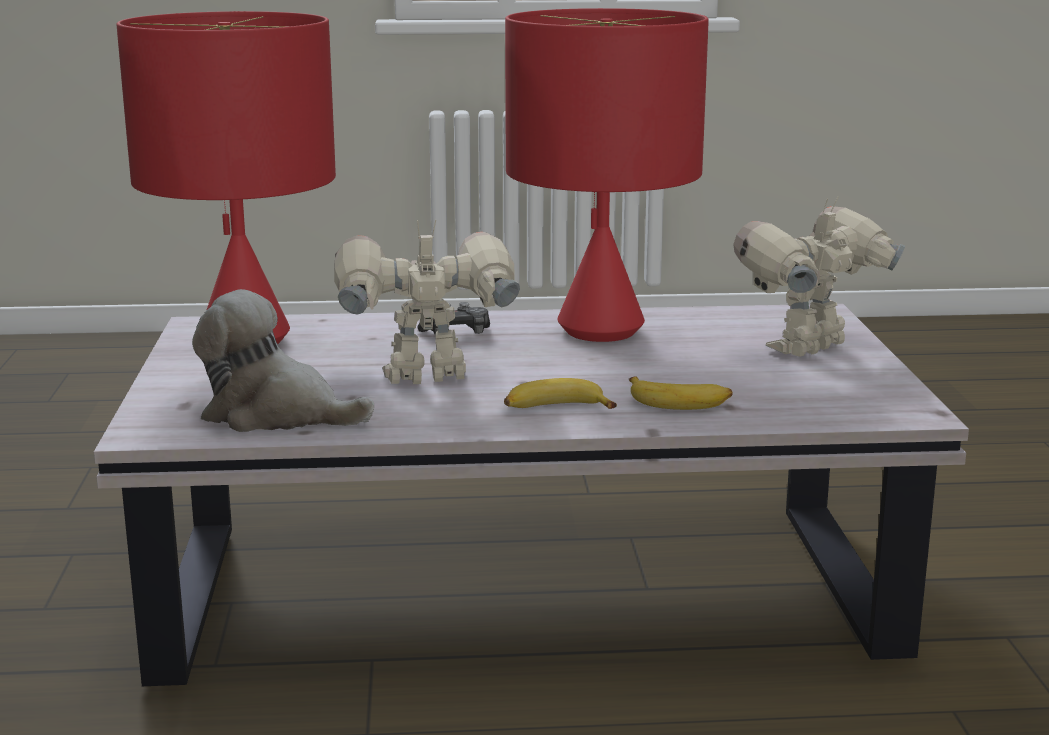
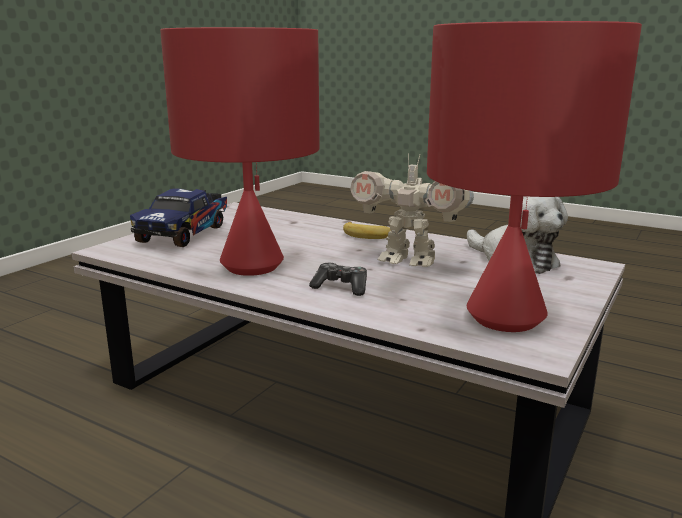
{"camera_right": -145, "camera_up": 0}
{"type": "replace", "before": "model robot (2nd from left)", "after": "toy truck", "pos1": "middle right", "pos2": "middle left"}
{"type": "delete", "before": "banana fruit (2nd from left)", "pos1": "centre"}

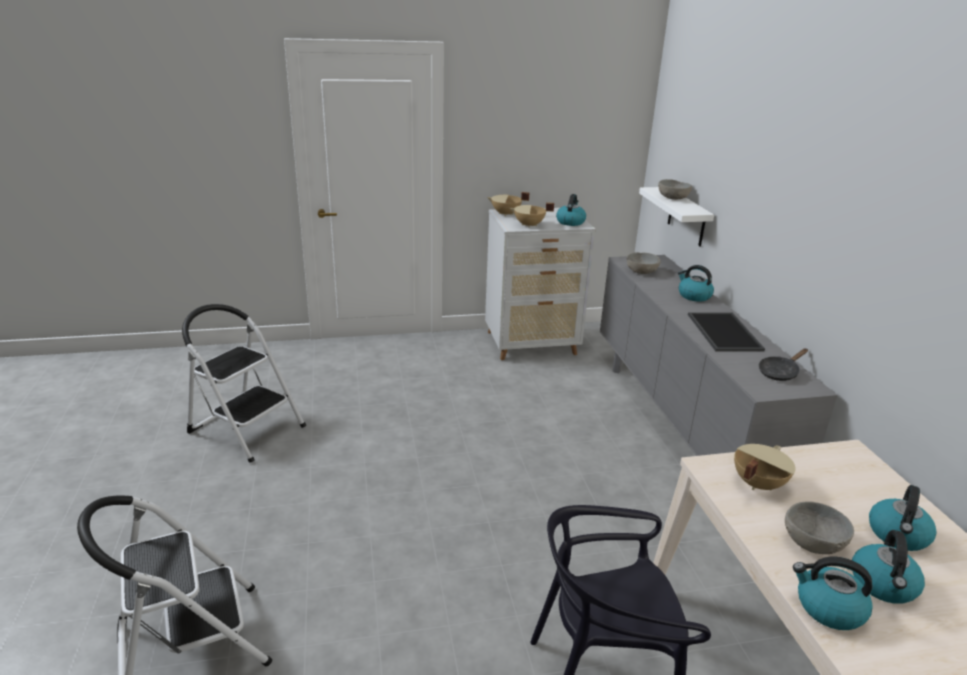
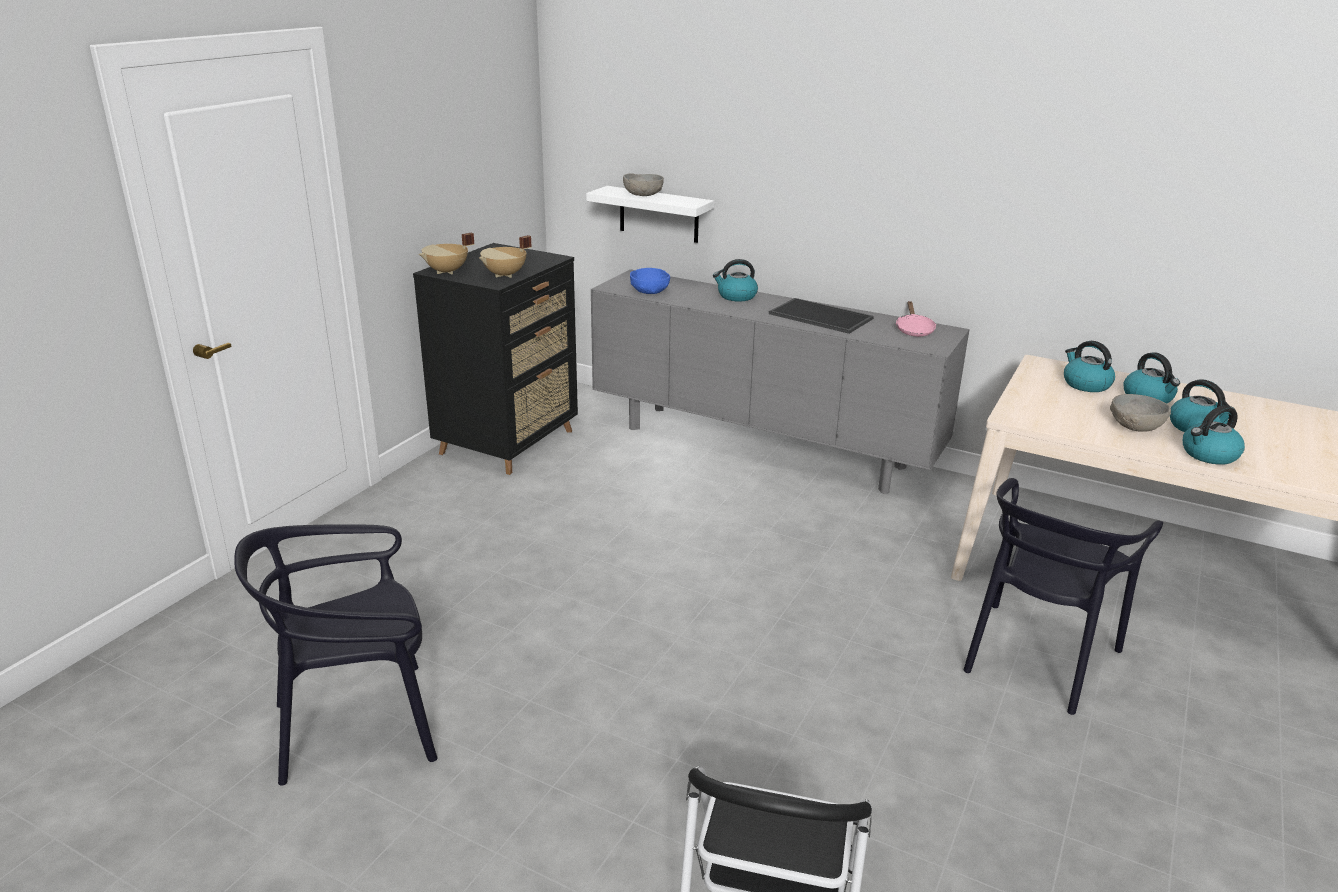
{"camera_right": -50, "camera_up": 0}
{"type": "move", "before": "kettle (1st from left in the first image)", "after": "kettle (2nd from left)", "pos1": "top centre", "pos2": "middle right"}
{"type": "recolor", "before": "drawer chest in white-coloured", "after": "drawer chest in black-coloured", "pos1": "centre", "pos2": "centre"}
{"type": "recolor", "before": "deep dish in gray (1st from left)", "after": "deep dish in bluish", "pos1": "centre", "pos2": "top centre"}
{"type": "replace", "before": "step stool (2nd from left)", "after": "upright chair in black-coloured (1st from left)", "pos1": "middle left", "pos2": "bottom left"}
{"type": "recolor", "before": "frying pan in black-coloured", "after": "frying pan in pink-coloured", "pos1": "middle right", "pos2": "middle right"}
{"type": "delete", "before": "saucepot in sand-coloured (3rd from left)", "pos1": "bottom right"}

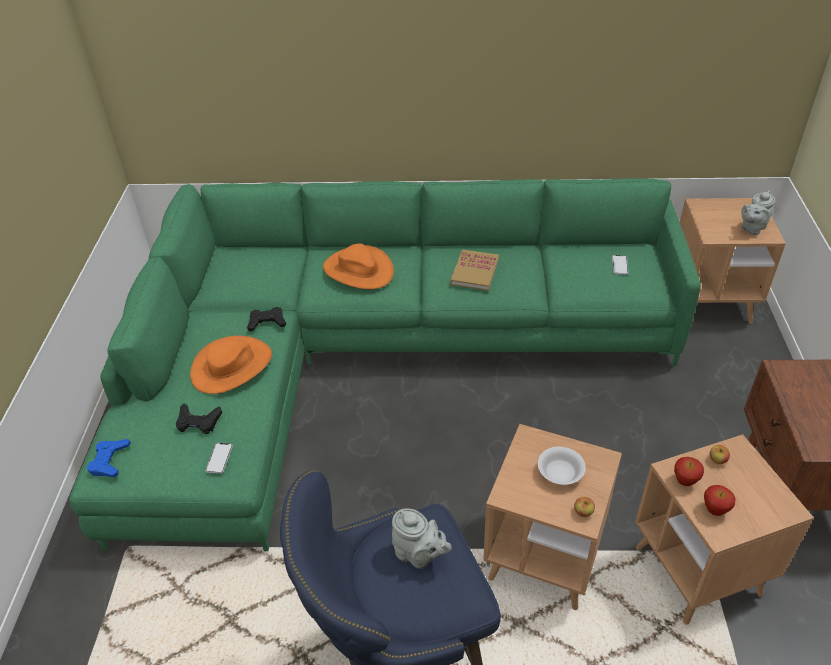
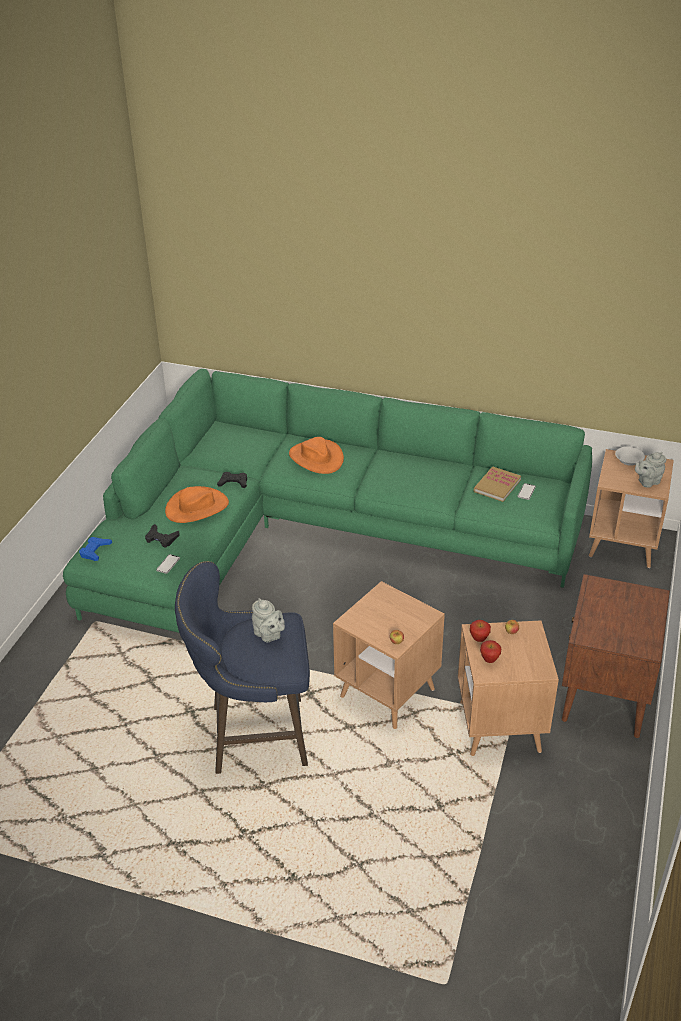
{"camera_right": 15, "camera_up": -5}
{"type": "move", "before": "bound book", "pos1": "centre", "pos2": "middle right"}
{"type": "move", "before": "deep dish in white-coloured", "pos1": "bottom right", "pos2": "middle right"}

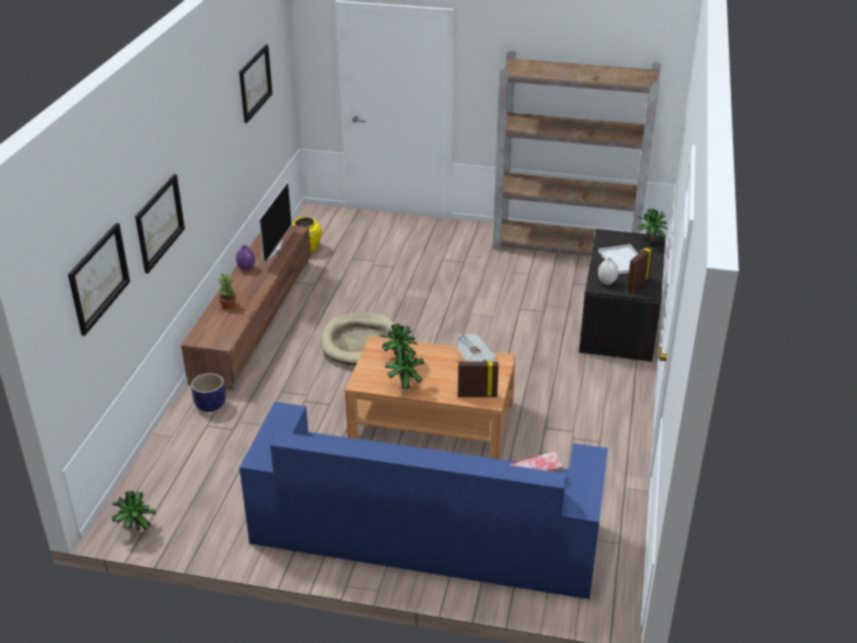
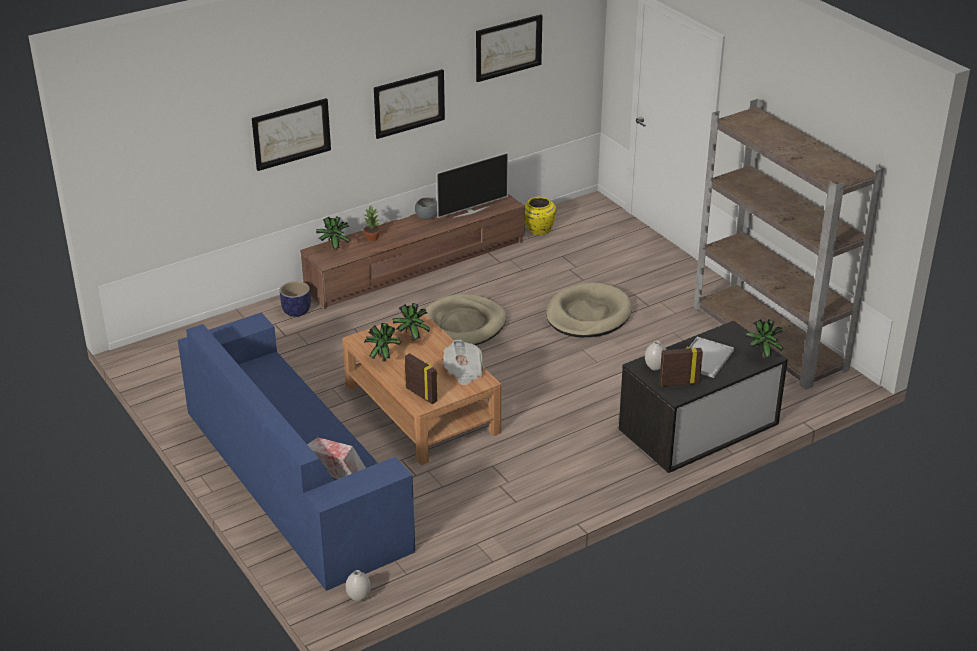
{"camera_right": 45, "camera_up": 0}
{"type": "move", "before": "wall art (1st from left in the first image)", "after": "wall art (2nd from left)", "pos1": "middle left", "pos2": "top centre"}
{"type": "replace", "before": "flower vase in purplish", "after": "deep dish in gray", "pos1": "middle left", "pos2": "top centre"}
{"type": "move", "before": "plant in a pot (1st from left)", "pos1": "bottom left", "pos2": "centre"}
{"type": "insert", "after": "dog cushion in sand-coloured (2nd from left)", "pos2": "centre"}
{"type": "insert", "after": "flower vase in white-coloured (1st from left)", "pos2": "bottom centre"}

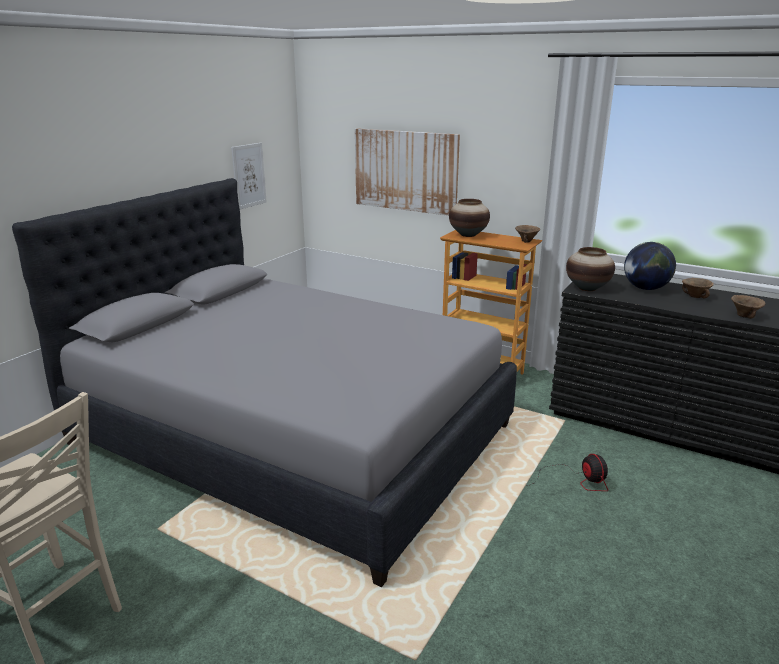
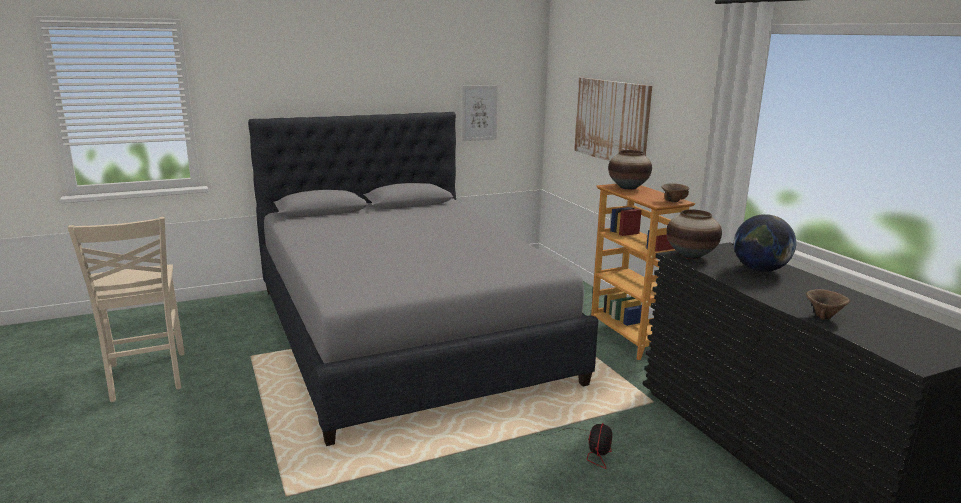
{"camera_right": 35, "camera_up": -5}
{"type": "delete", "before": "deep dish in brown (2nd from left)", "pos1": "middle right"}

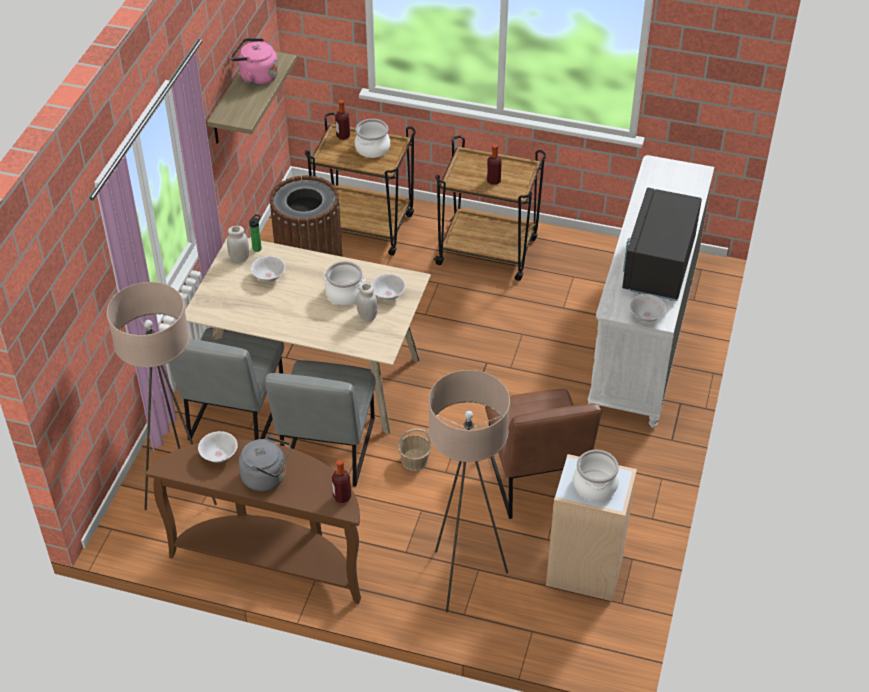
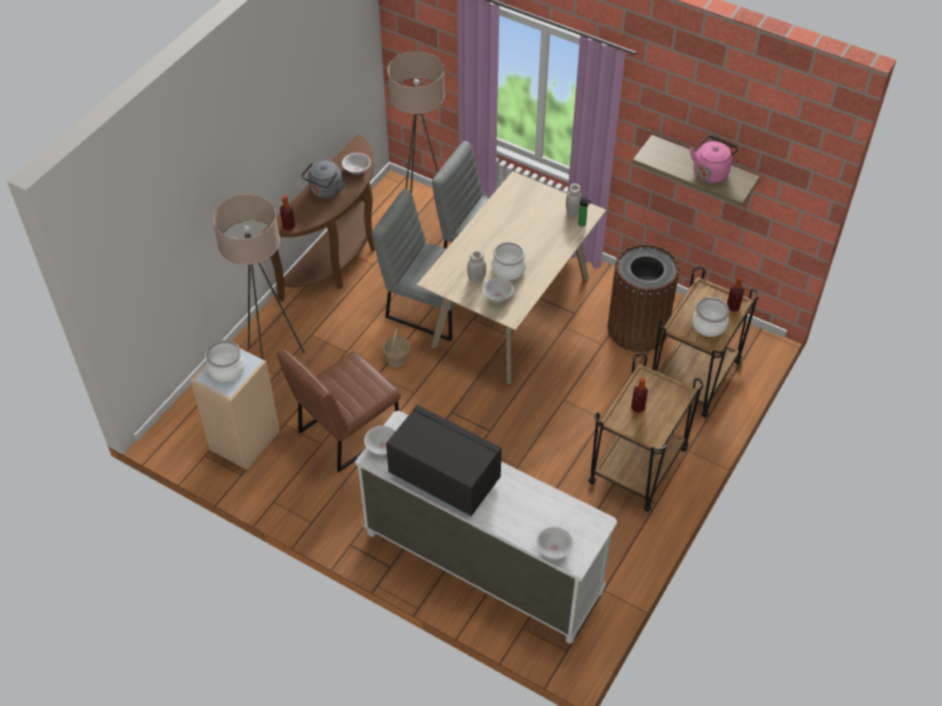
{"camera_right": 105, "camera_up": 5}
{"type": "move", "before": "deep dish in white-coloured (2nd from left in the first image)", "after": "deep dish in white-coloured (4th from left)", "pos1": "middle left", "pos2": "bottom centre"}
{"type": "rotate", "before": "upright chair in brown", "pos1": "centre", "pos2": "centre", "turn": -45}

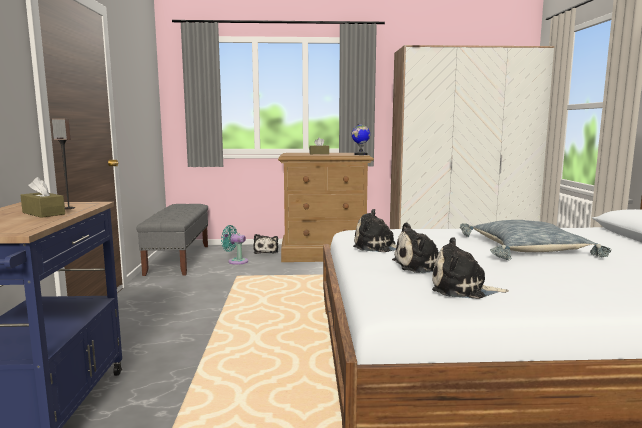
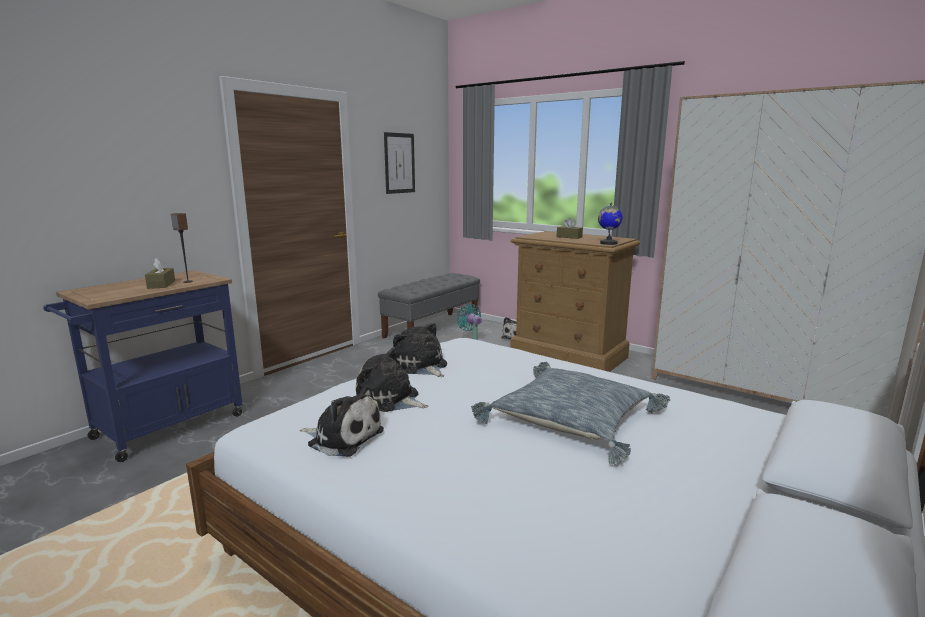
{"camera_right": 40, "camera_up": 5}
{"type": "rotate", "before": "soft toy (4th from left in the first image)", "pos1": "middle right", "pos2": "bottom centre", "turn": 150}
{"type": "insert", "after": "wall art", "pos2": "top centre"}

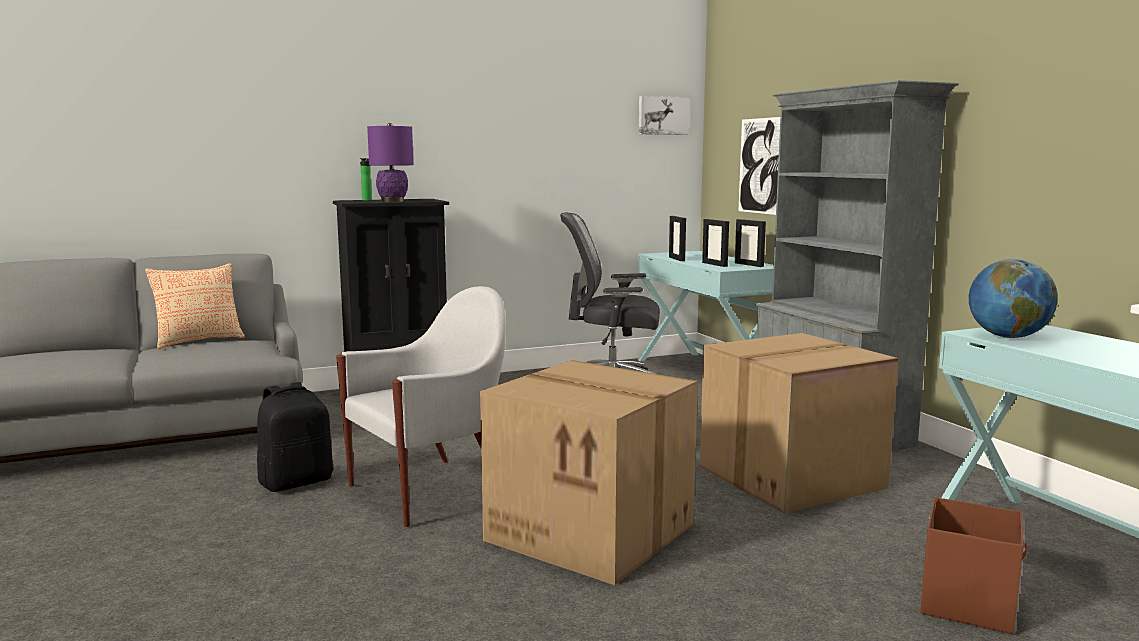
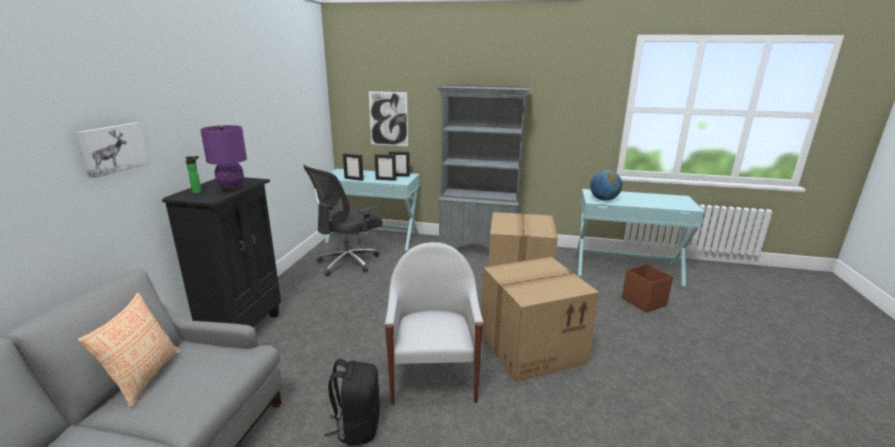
{"camera_right": -55, "camera_up": 10}
{"type": "move", "before": "wall art (1st from left)", "pos1": "top centre", "pos2": "middle left"}

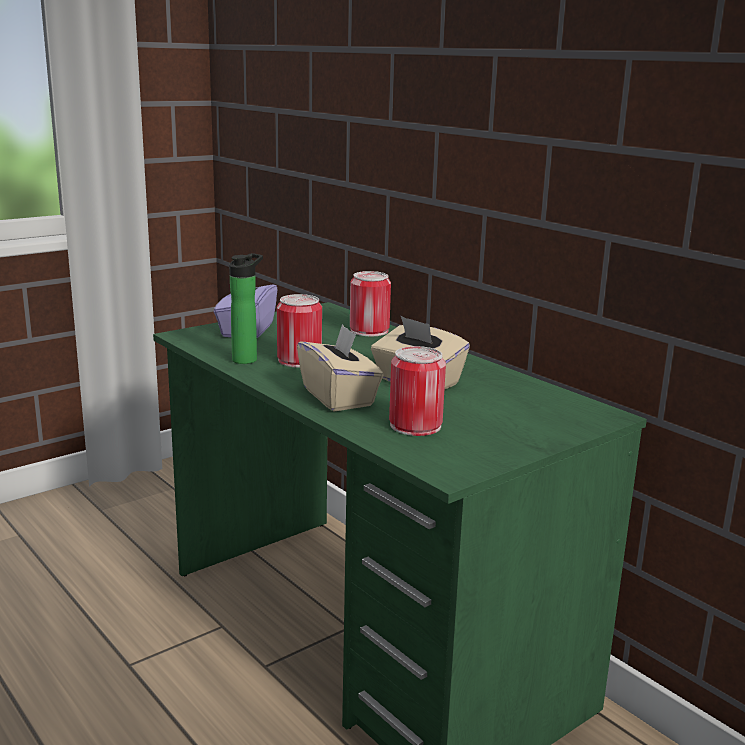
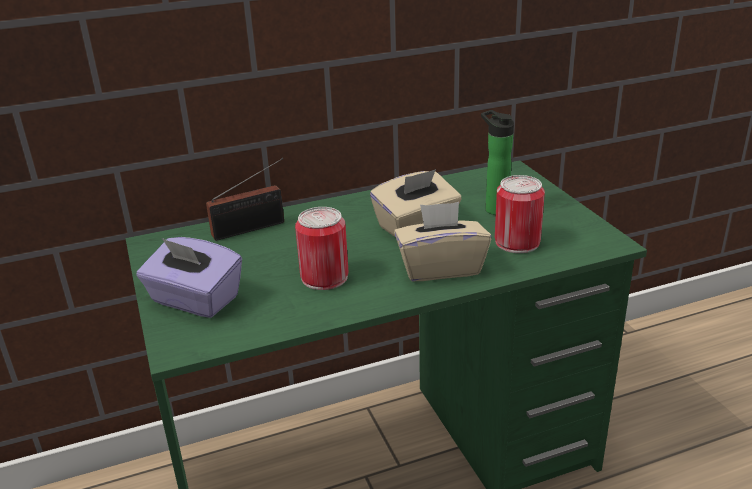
{"camera_right": -70, "camera_up": 10}
{"type": "move", "before": "drink bottle", "pos1": "middle left", "pos2": "top centre"}
{"type": "replace", "before": "metal can (2nd from left)", "after": "radio", "pos1": "centre", "pos2": "middle left"}

